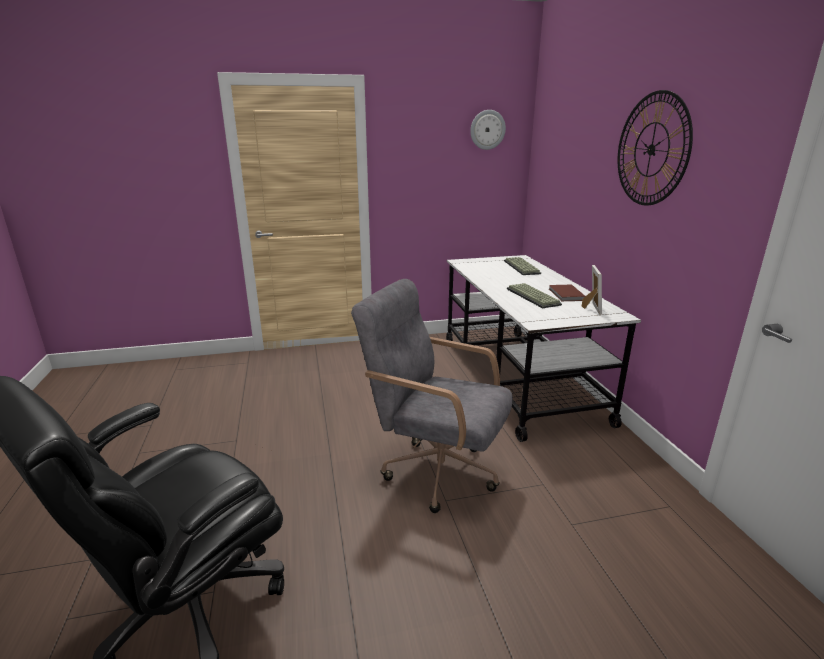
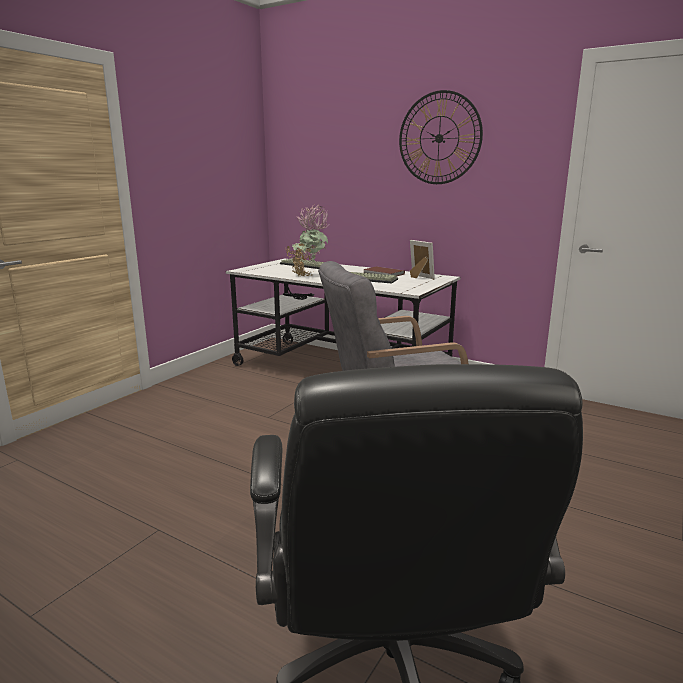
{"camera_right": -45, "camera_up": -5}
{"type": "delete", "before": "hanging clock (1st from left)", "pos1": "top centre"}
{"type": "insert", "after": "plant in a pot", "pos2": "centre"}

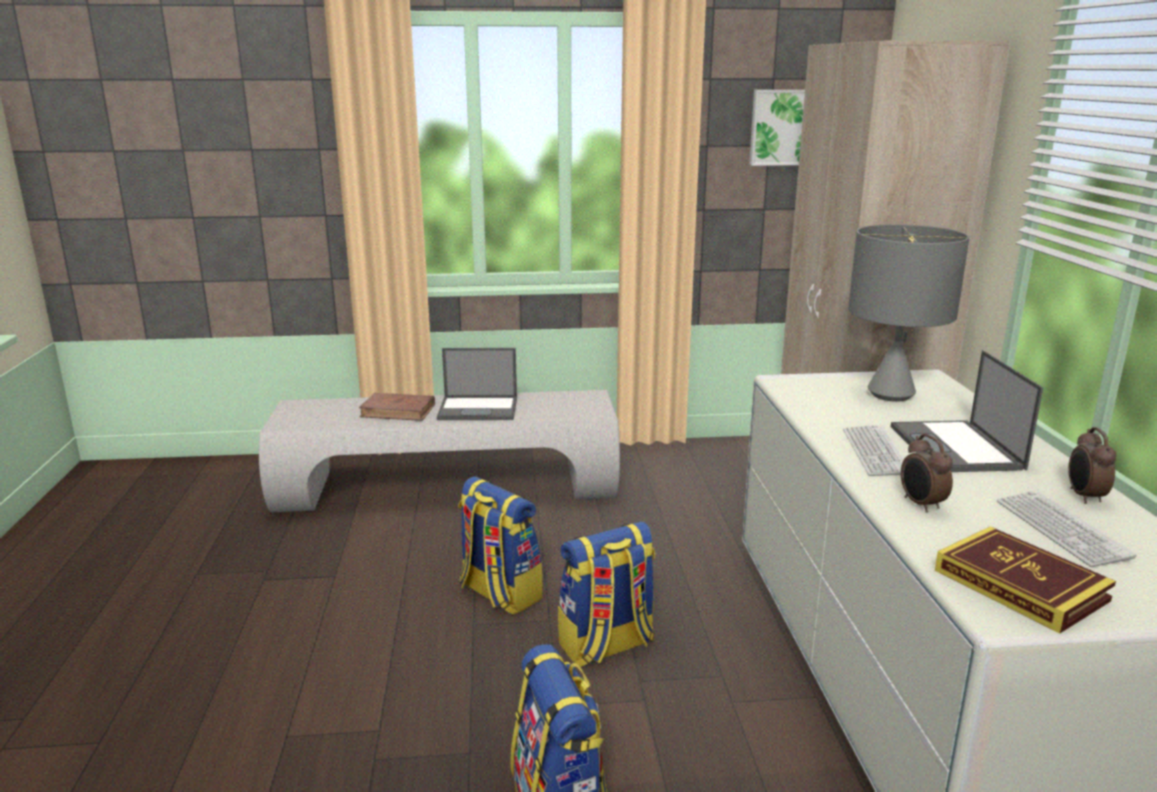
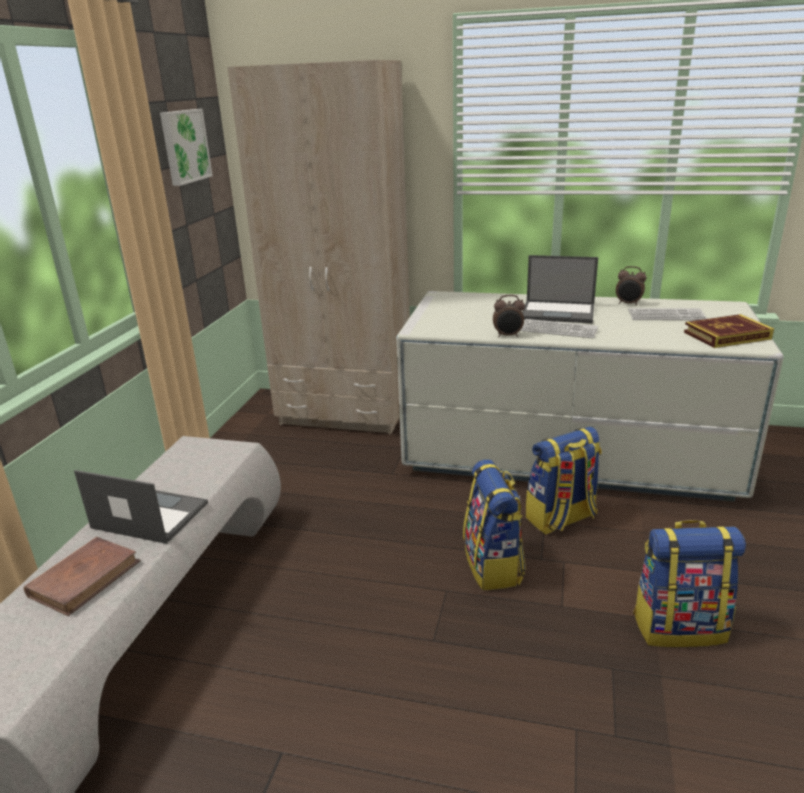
{"camera_right": -70, "camera_up": 5}
{"type": "delete", "before": "table lamp in gray", "pos1": "middle right"}
{"type": "rotate", "before": "portable computer (1st from left)", "pos1": "centre", "pos2": "middle left", "turn": -90}
{"type": "move", "before": "alarm clock (1st from left)", "pos1": "middle right", "pos2": "centre"}
{"type": "move", "before": "rucksack (1st from left in the first image)", "after": "rucksack (2nd from left)", "pos1": "bottom centre", "pos2": "middle right"}

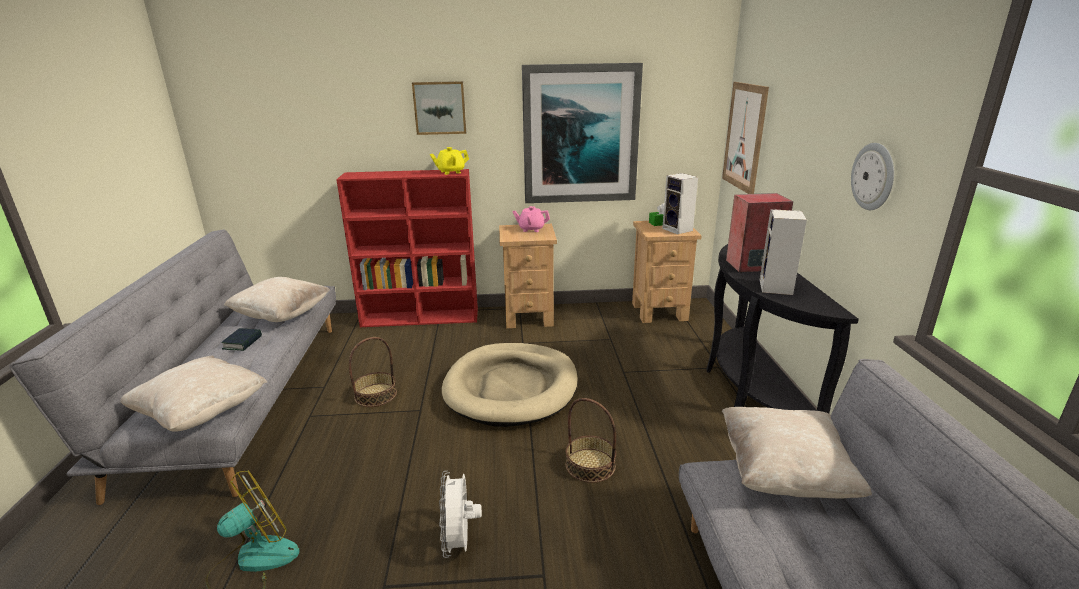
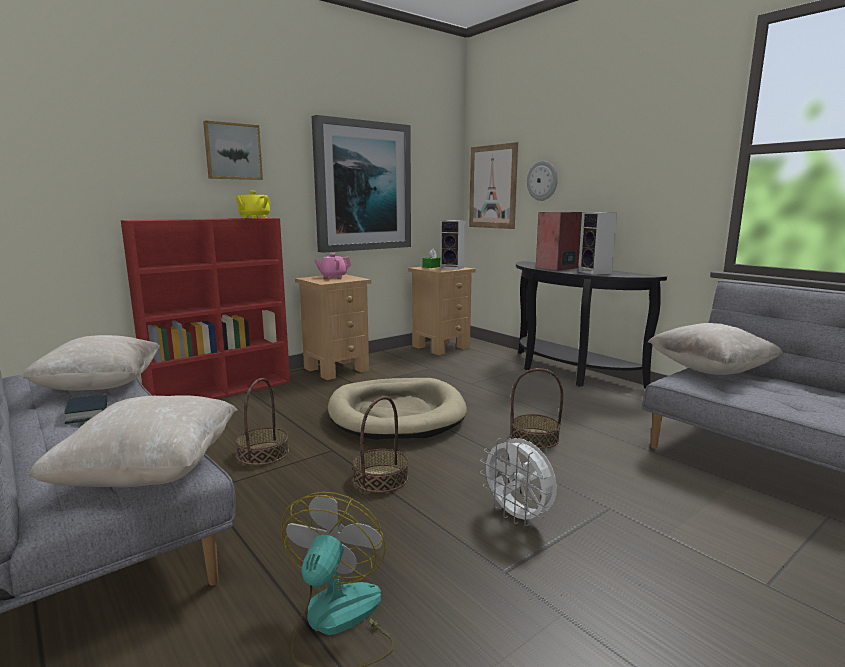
{"camera_right": -35, "camera_up": -10}
{"type": "move", "before": "hanging clock", "pos1": "top right", "pos2": "top centre"}
{"type": "insert", "after": "household basket (2nd from left)", "pos2": "centre"}

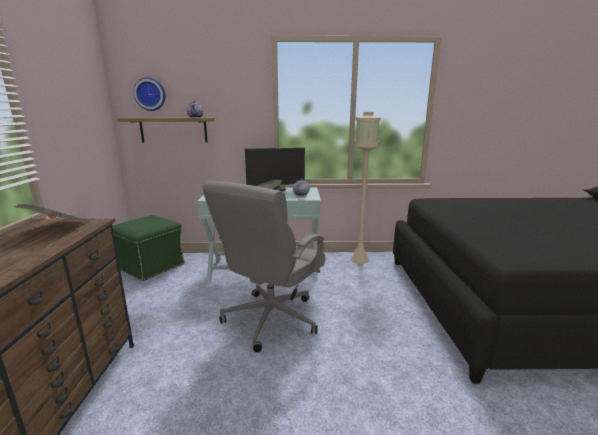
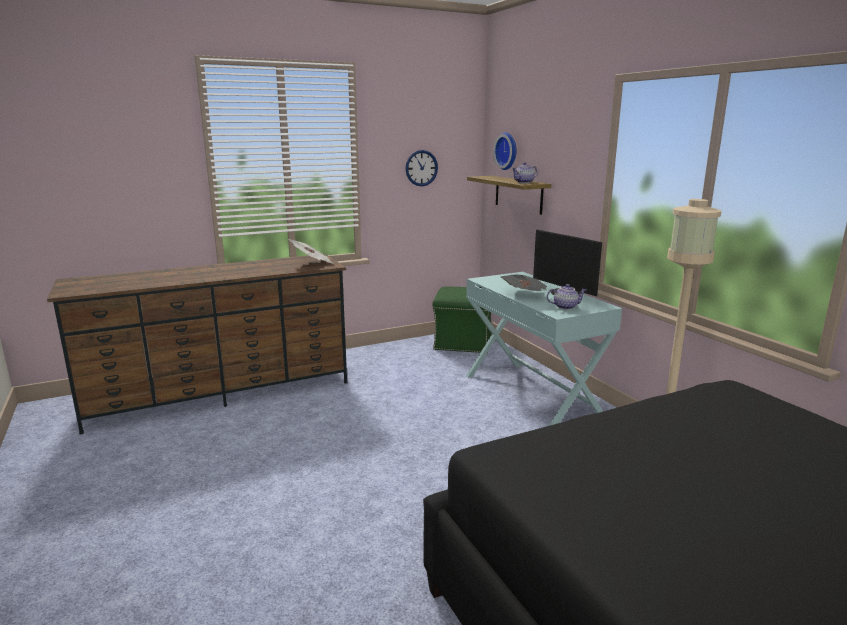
{"camera_right": 65, "camera_up": 0}
{"type": "delete", "before": "desk chair in gray", "pos1": "centre"}
{"type": "insert", "after": "hanging clock (1st from left)", "pos2": "top centre"}

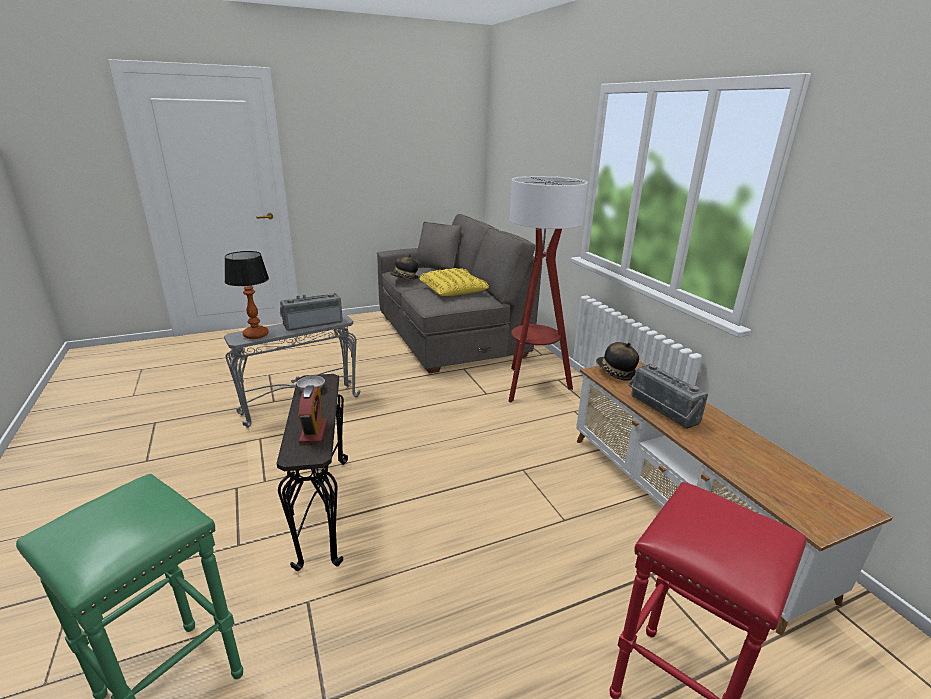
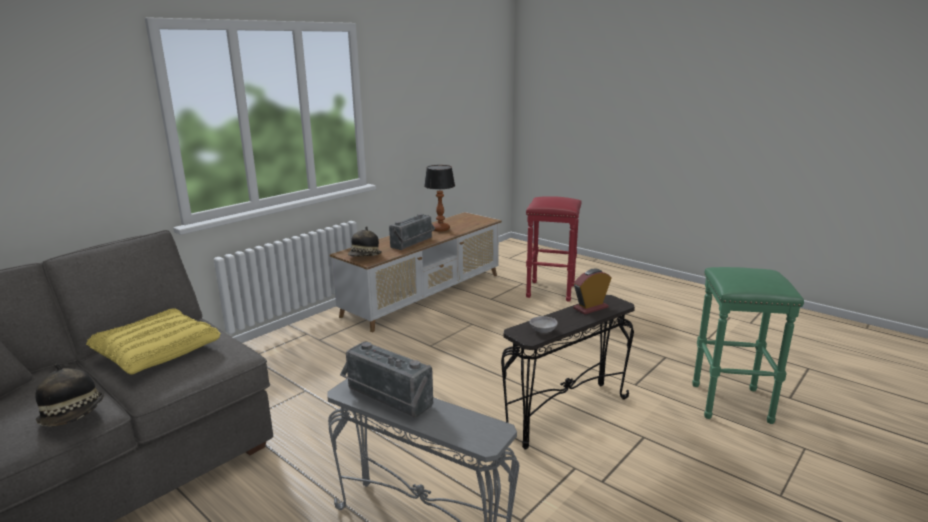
{"camera_right": -115, "camera_up": -5}
{"type": "delete", "before": "standing lamp", "pos1": "centre"}
{"type": "move", "before": "table lamp", "pos1": "middle left", "pos2": "centre"}

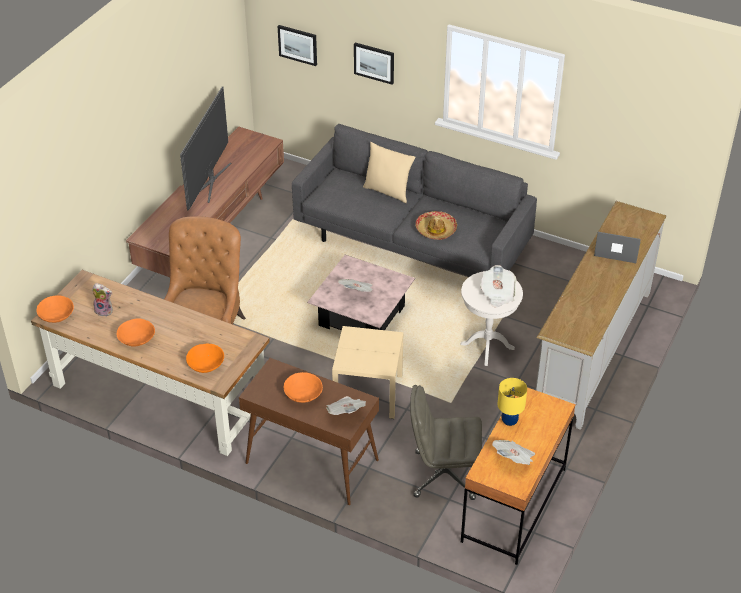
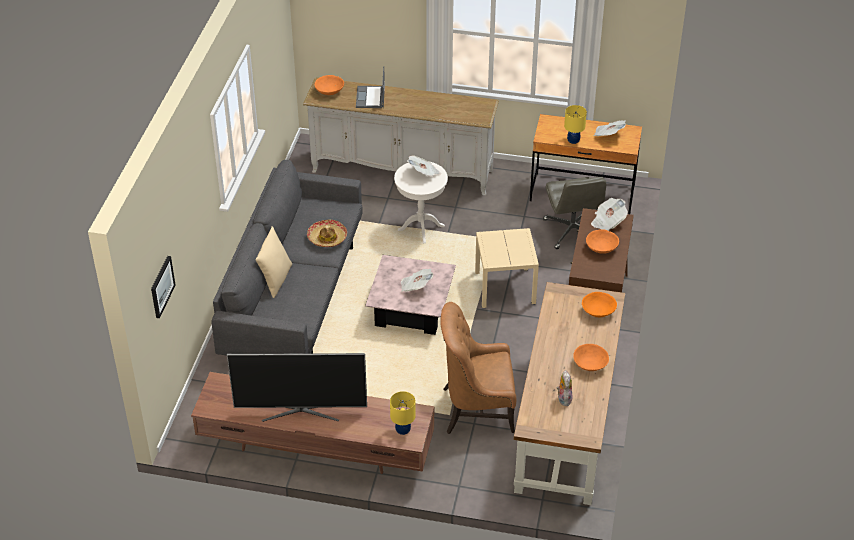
{"camera_right": -105, "camera_up": 0}
{"type": "delete", "before": "wall art (2nd from left)", "pos1": "top centre"}
{"type": "move", "before": "deep dish in orangey (1st from left)", "pos1": "middle left", "pos2": "top centre"}
{"type": "insert", "after": "table lamp in yellowish (1st from left)", "pos2": "bottom centre"}

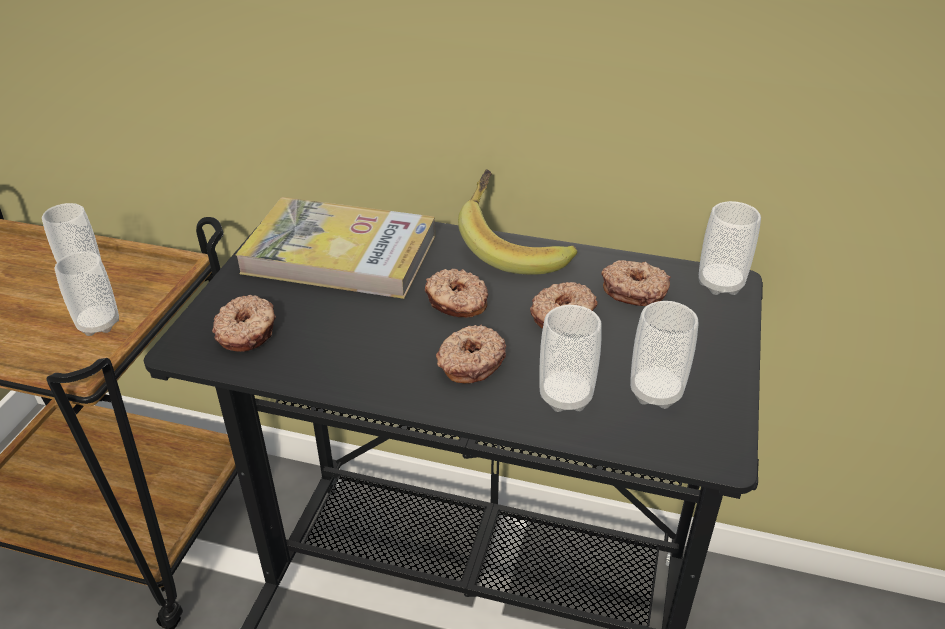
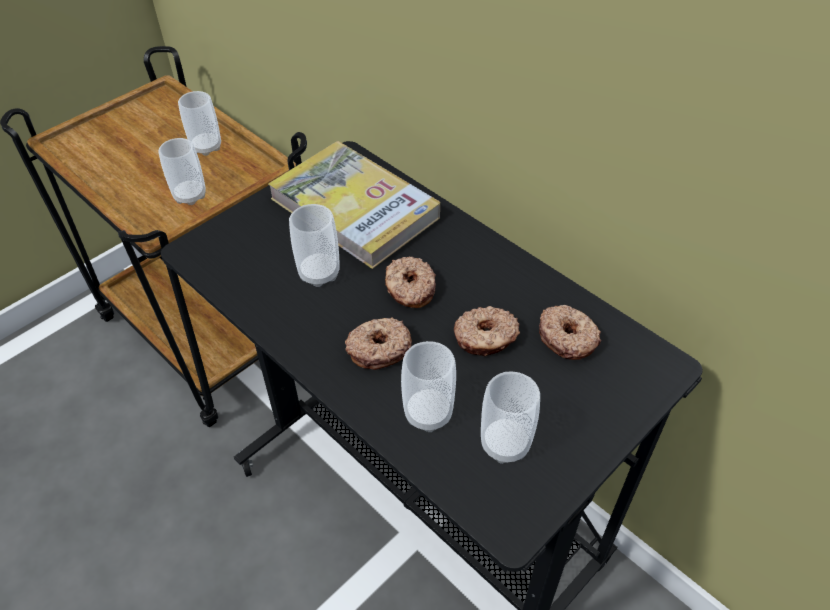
{"camera_right": 30, "camera_up": 10}
{"type": "delete", "before": "banana fruit", "pos1": "centre"}
{"type": "move", "before": "cup (5th from left in the first image)", "after": "cup (3rd from left)", "pos1": "middle right", "pos2": "centre"}
{"type": "delete", "before": "donut (1st from left)", "pos1": "middle left"}

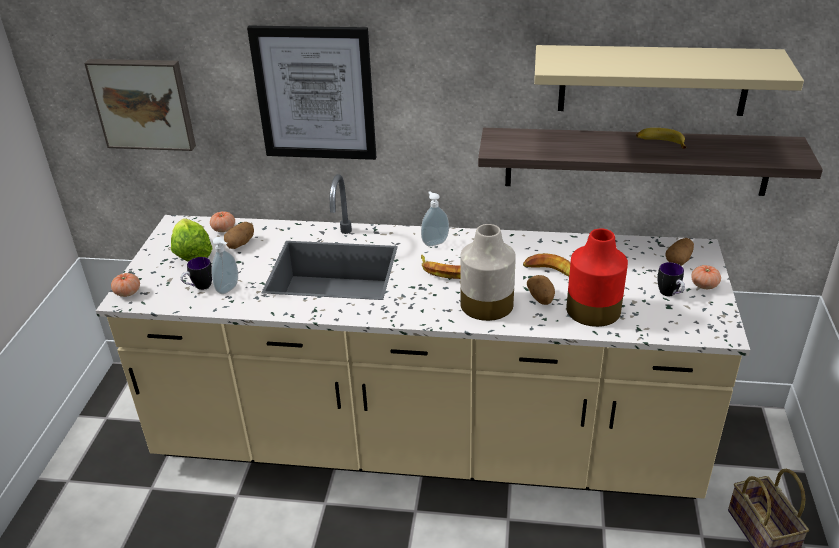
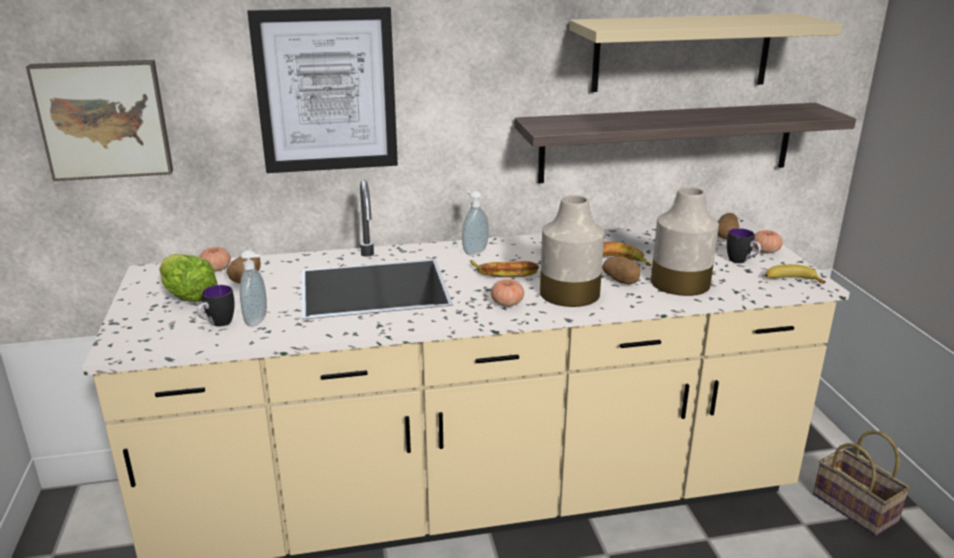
{"camera_right": -20, "camera_up": -10}
{"type": "move", "before": "banana fruit (3rd from left)", "pos1": "top right", "pos2": "middle right"}
{"type": "recolor", "before": "flower vase in red", "after": "flower vase in sand-coloured (2nd from left)", "pos1": "middle right", "pos2": "middle right"}
{"type": "move", "before": "whole tomato (1st from left in the first image)", "after": "whole tomato (2nd from left)", "pos1": "middle left", "pos2": "centre"}

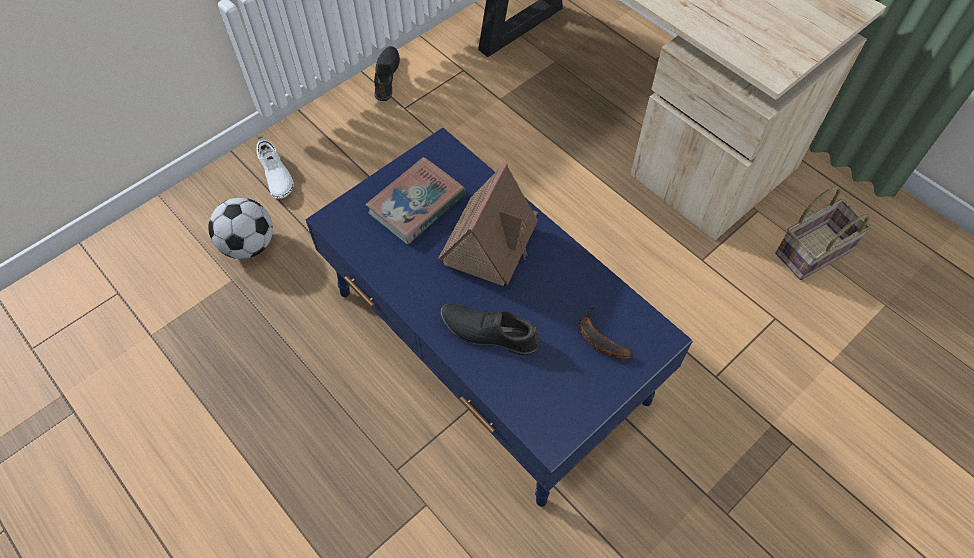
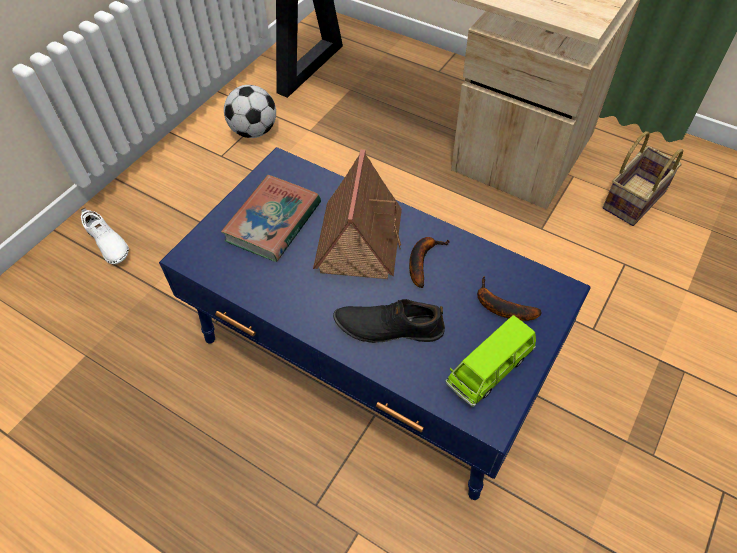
{"camera_right": -15, "camera_up": -5}
{"type": "delete", "before": "low shoe in black-coloured (1st from left)", "pos1": "top centre"}
{"type": "move", "before": "football", "pos1": "middle left", "pos2": "top centre"}
{"type": "insert", "after": "banana fruit (1st from left)", "pos2": "centre"}
{"type": "insert", "after": "model car in greenish", "pos2": "centre"}

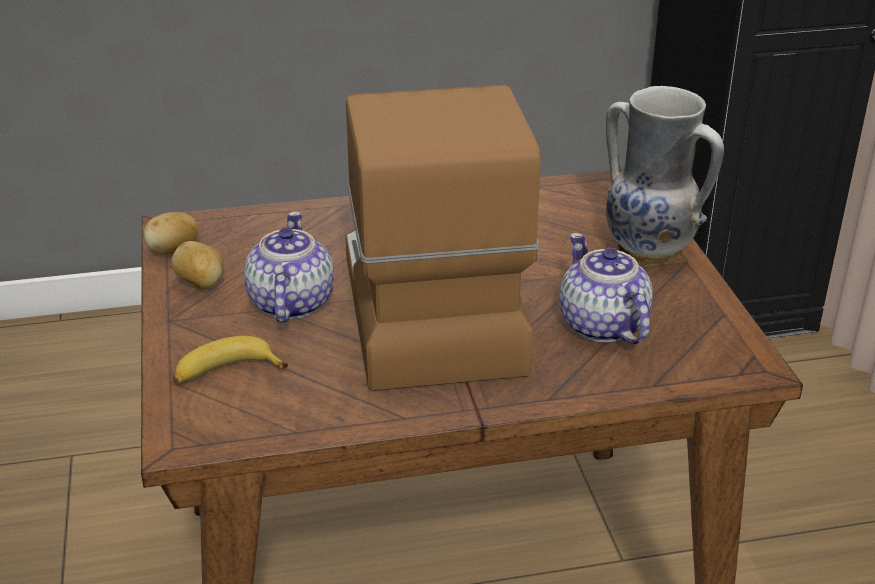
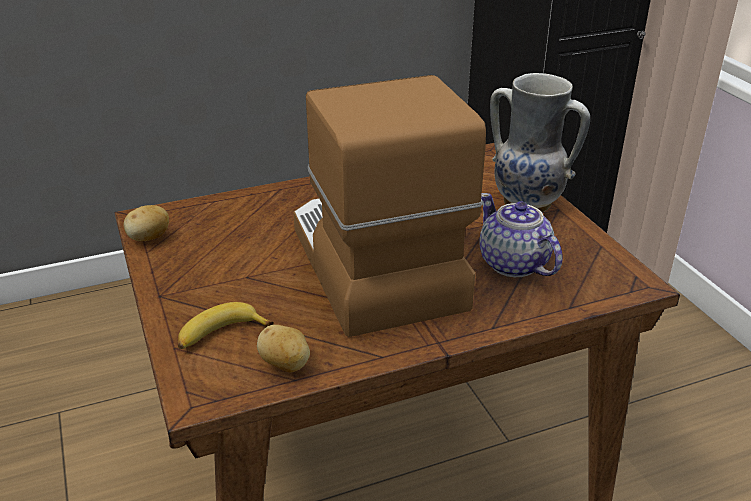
{"camera_right": -10, "camera_up": 0}
{"type": "delete", "before": "teapot (1st from left)", "pos1": "middle left"}
{"type": "move", "before": "whole potato (2nd from left)", "pos1": "middle left", "pos2": "bottom centre"}

